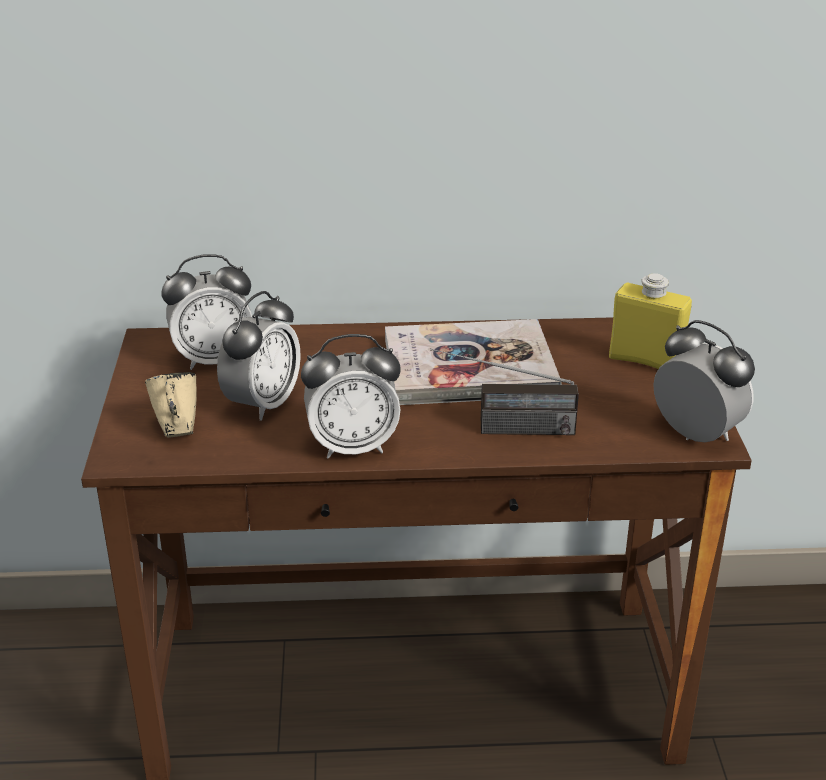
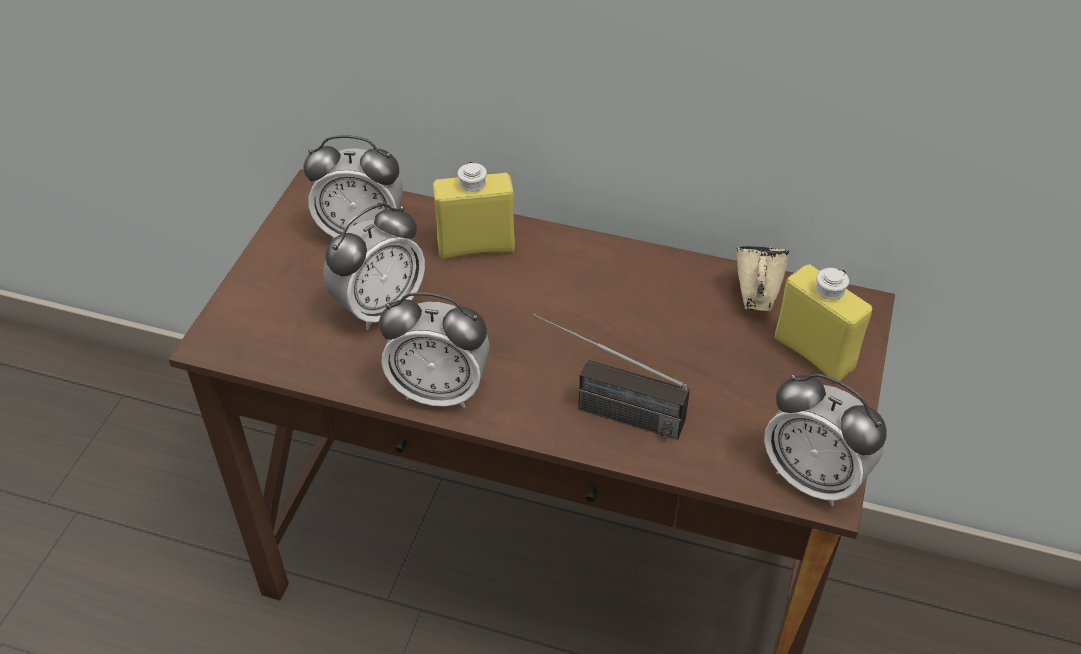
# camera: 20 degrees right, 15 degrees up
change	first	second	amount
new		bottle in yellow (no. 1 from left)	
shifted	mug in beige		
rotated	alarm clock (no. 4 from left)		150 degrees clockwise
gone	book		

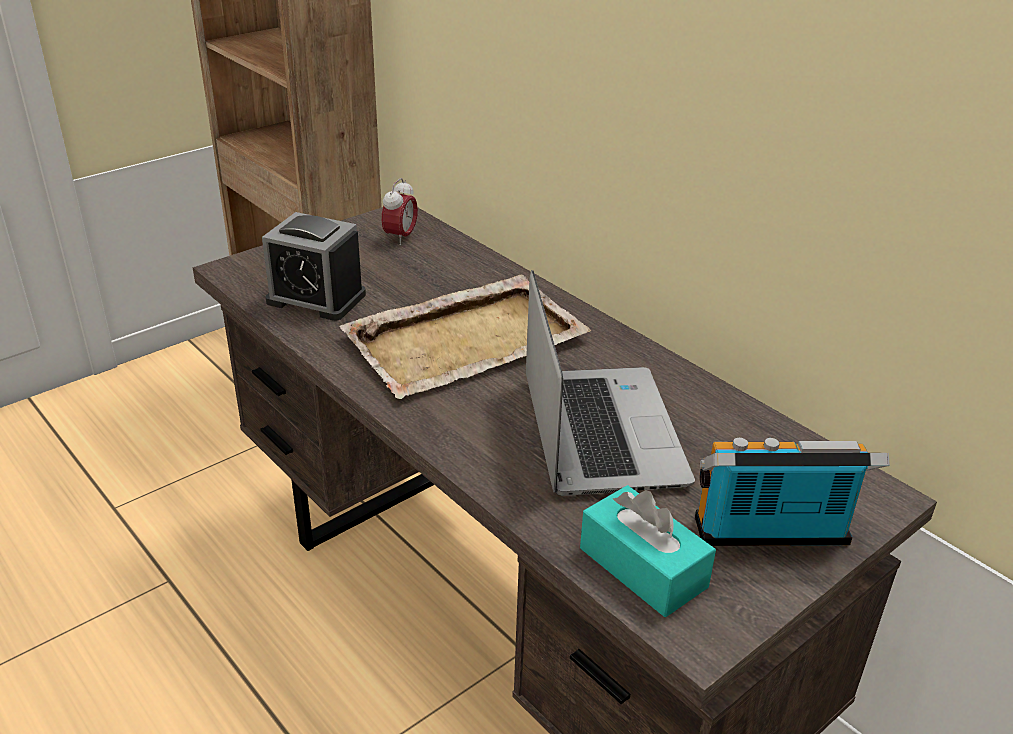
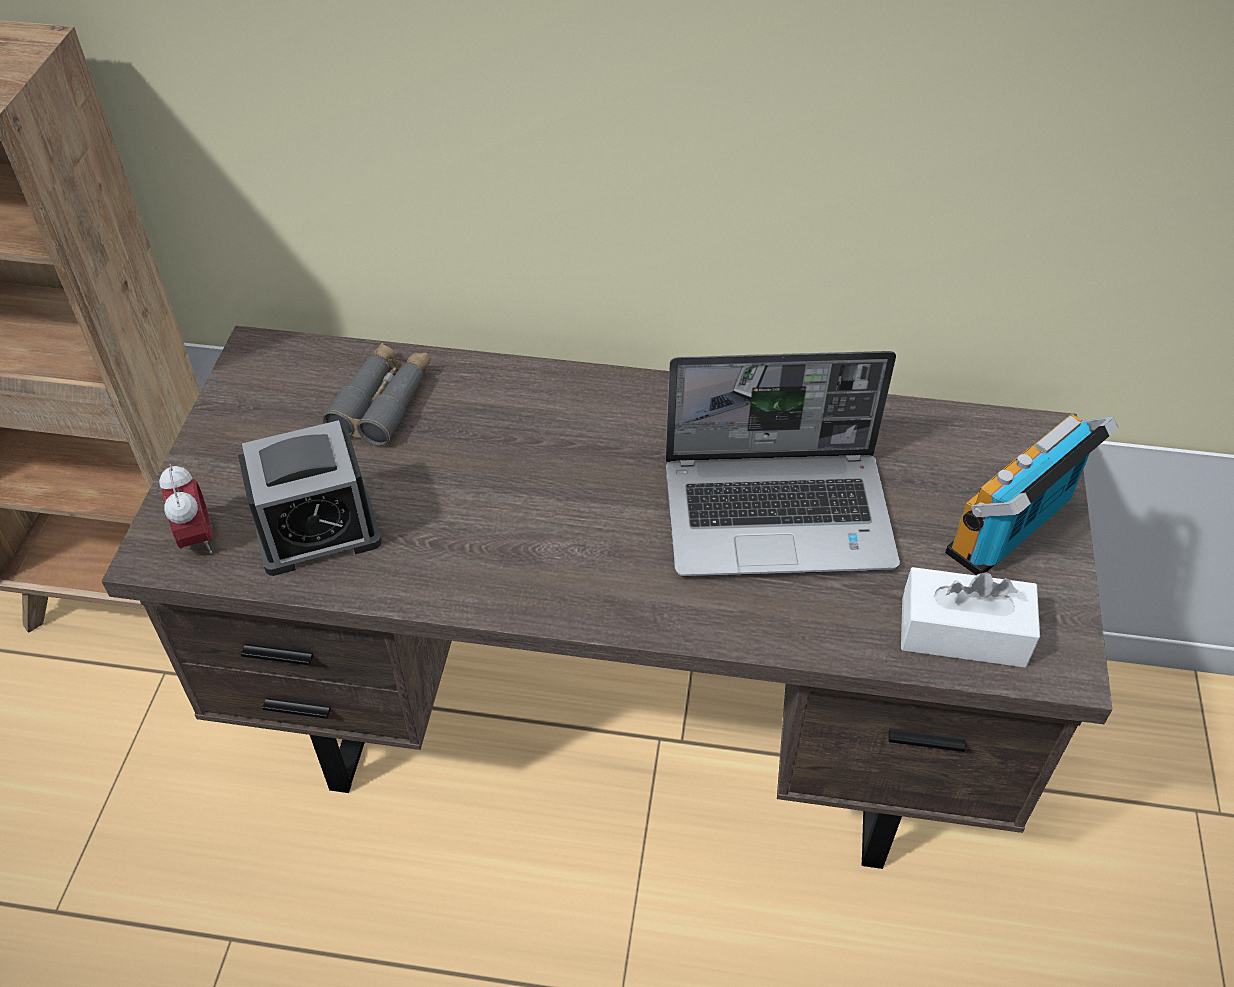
# camera: 40 degrees left, 15 degrees up
change	first	second	amount
shifted	alarm clock (no. 2 from left in the first image)	alarm clock (no. 1 from left)	
new		binoculars in grey	
rotated	laptop		135 degrees clockwise
repainted	tissue box in turquoise	tissue box in white	
gone	tray in beige		

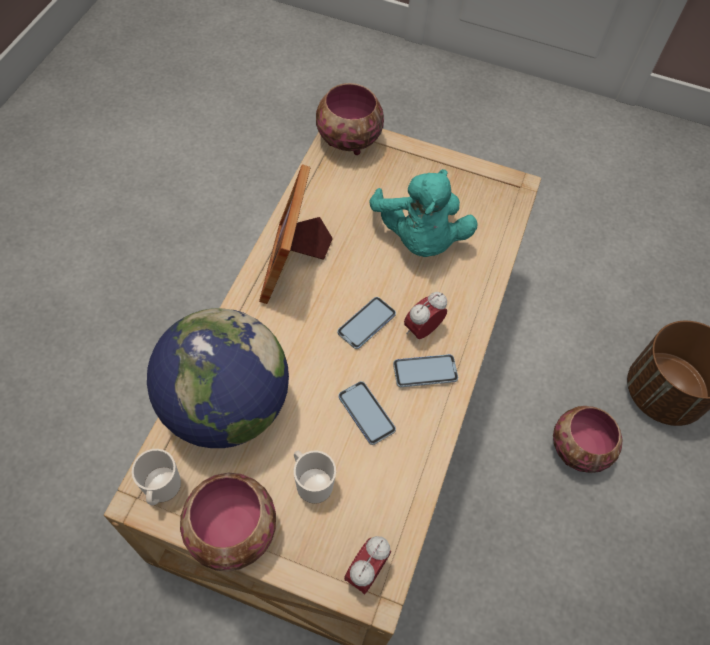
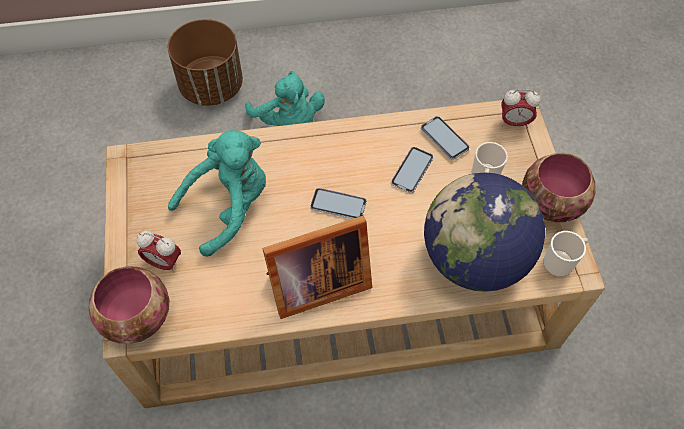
# camera: 115 degrees left, 0 degrees up
change	first	second	amount
shifted	alarm clock (no. 2 from left in the first image)	alarm clock (no. 1 from left)	
swapped	bowl (no. 3 from left)	plush toy in turquoise (no. 2 from left)	
shifted	phone (no. 3 from left)		

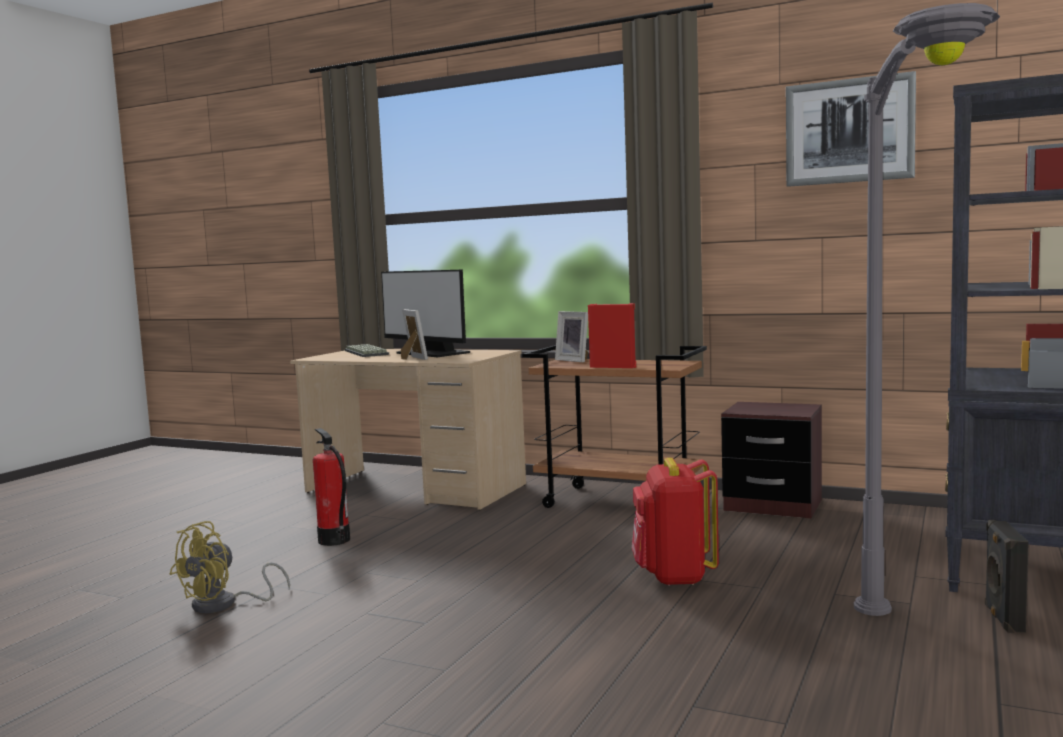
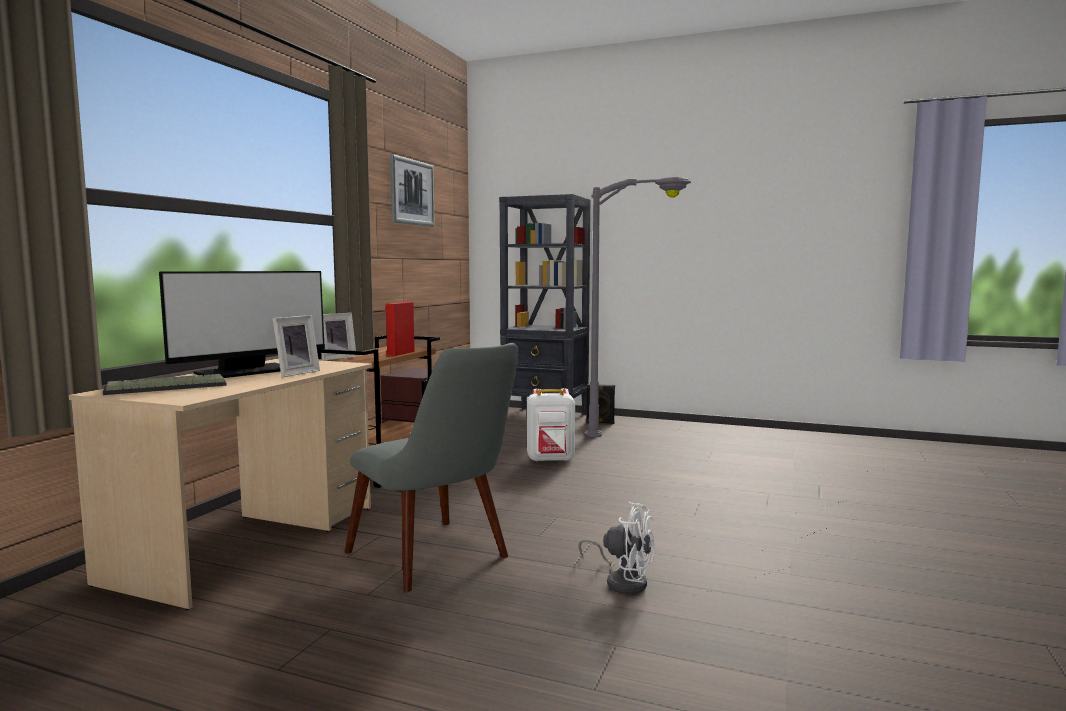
# camera: 95 degrees left, 0 degrees up
change	first	second	amount
rotated	picture frame (no. 1 from left)		150 degrees clockwise
swapped	fire extinguisher	chair in grey	
repainted	backpack in red	backpack in white	
repainted	fan in yellow	fan in white	

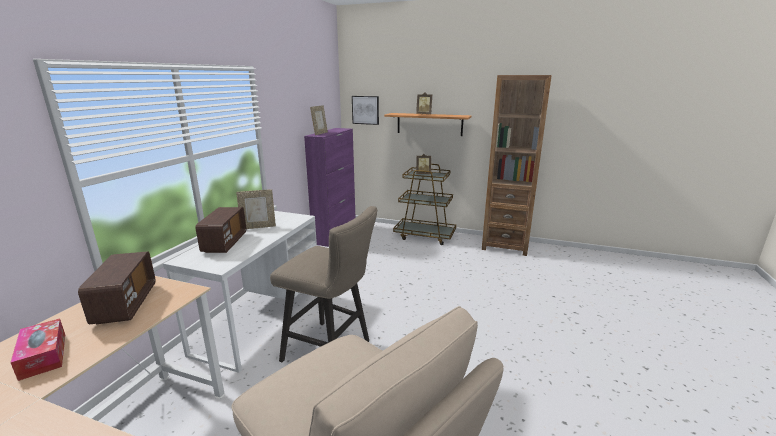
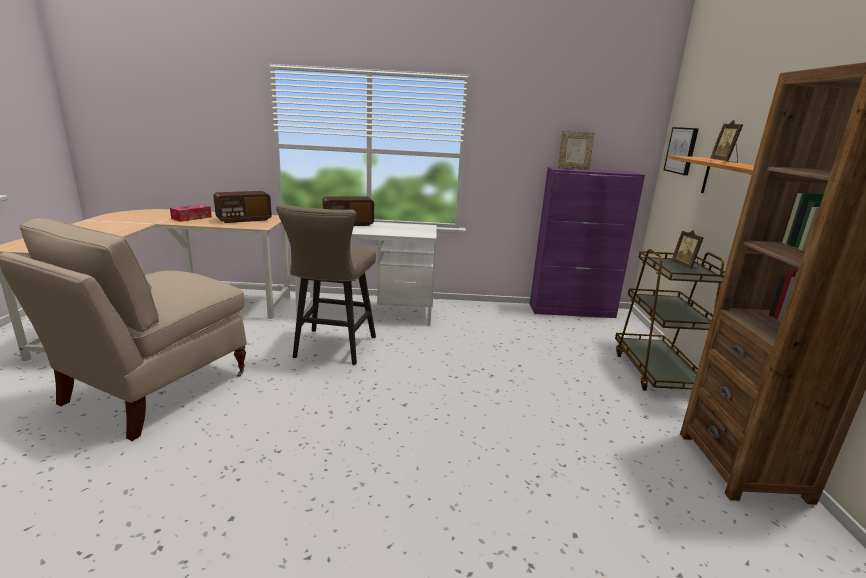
# camera: 70 degrees right, 0 degrees up
change	first	second	amount
gone	picture frame (no. 1 from left)		

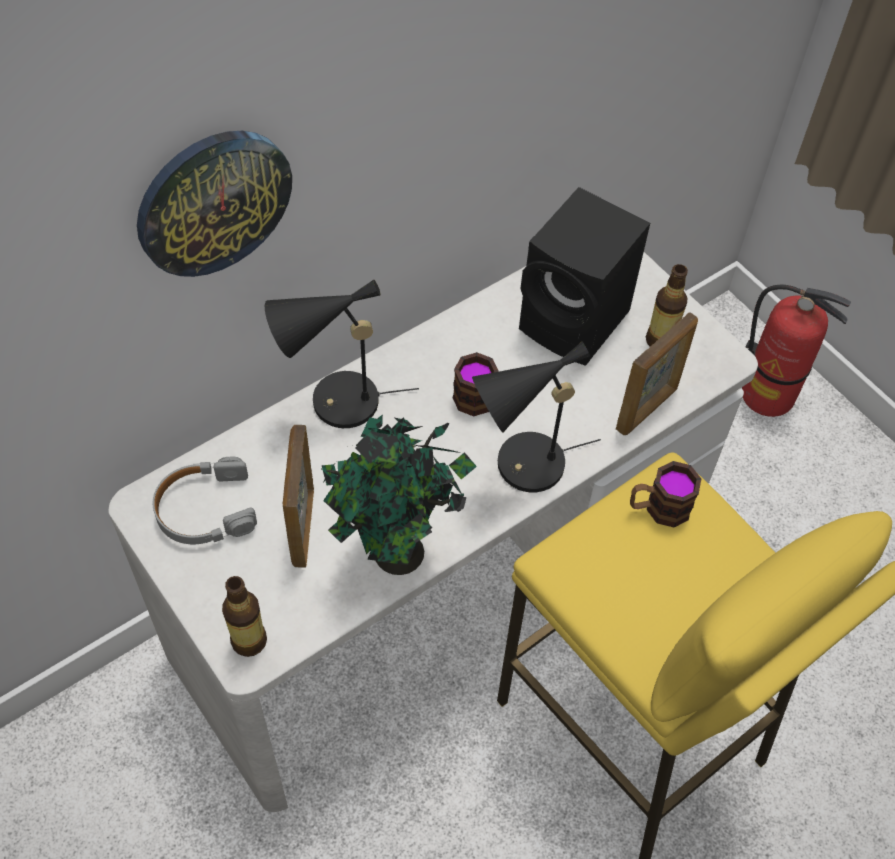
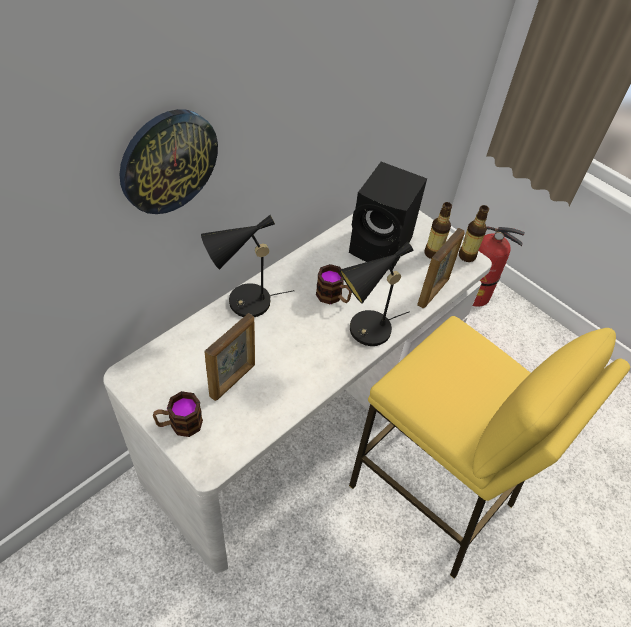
# camera: 10 degrees left, 5 degrees down
change	first	second	amount
shifted	mug (no. 2 from left in the first image)	mug (no. 1 from left)	
rotated	picture frame (no. 1 from left)		135 degrees counterclockwise
shifted	bottle (no. 1 from left in the first image)	bottle (no. 2 from left)	
gone	headphones in grey		
gone	potted plant		

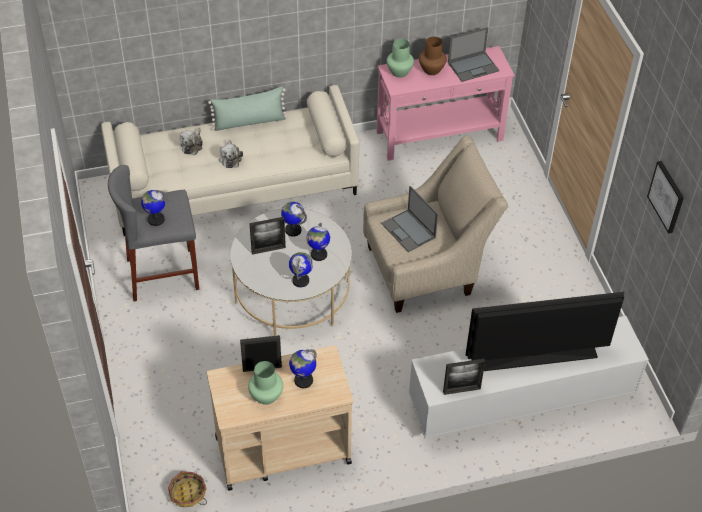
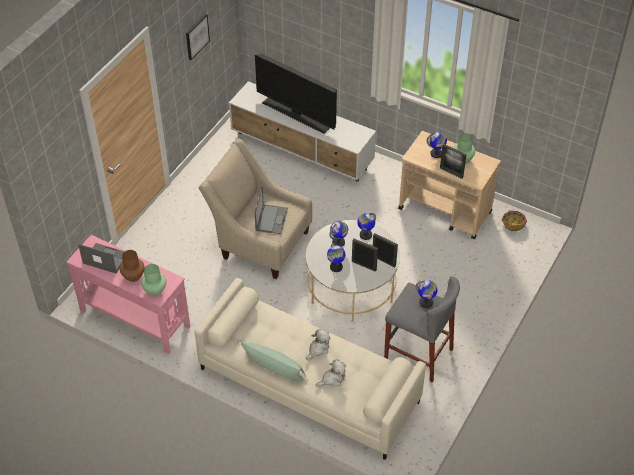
# camera: 135 degrees left, 0 degrees up
change	first	second	amount
shifted	picture frame (no. 3 from left in the first image)	picture frame (no. 2 from left)	

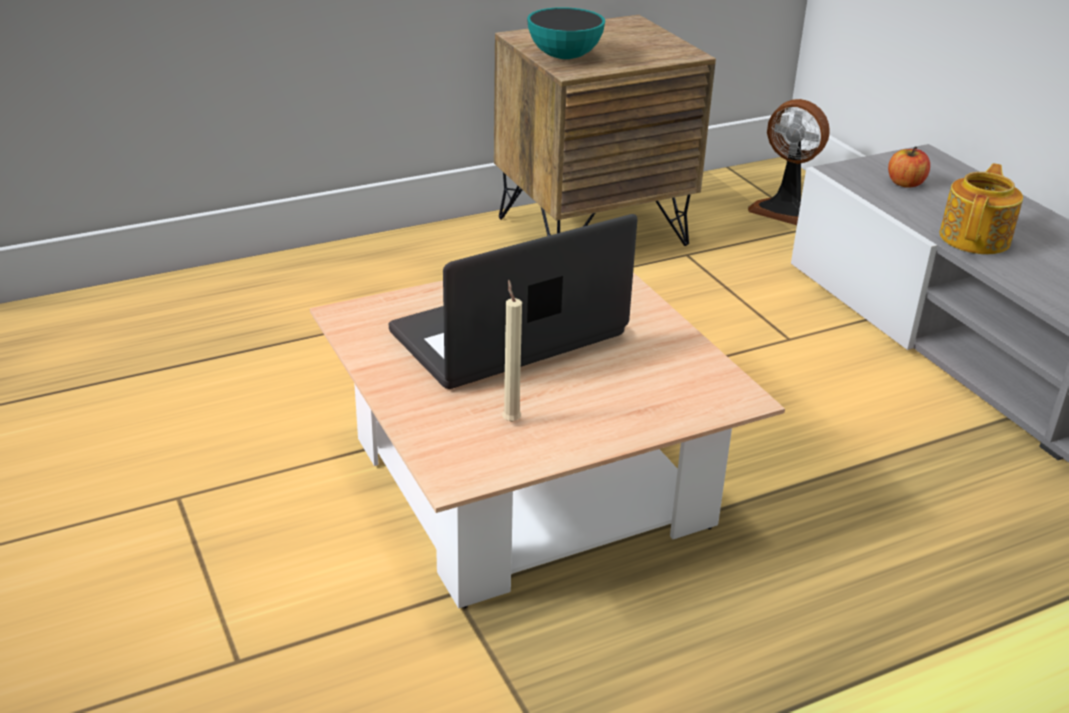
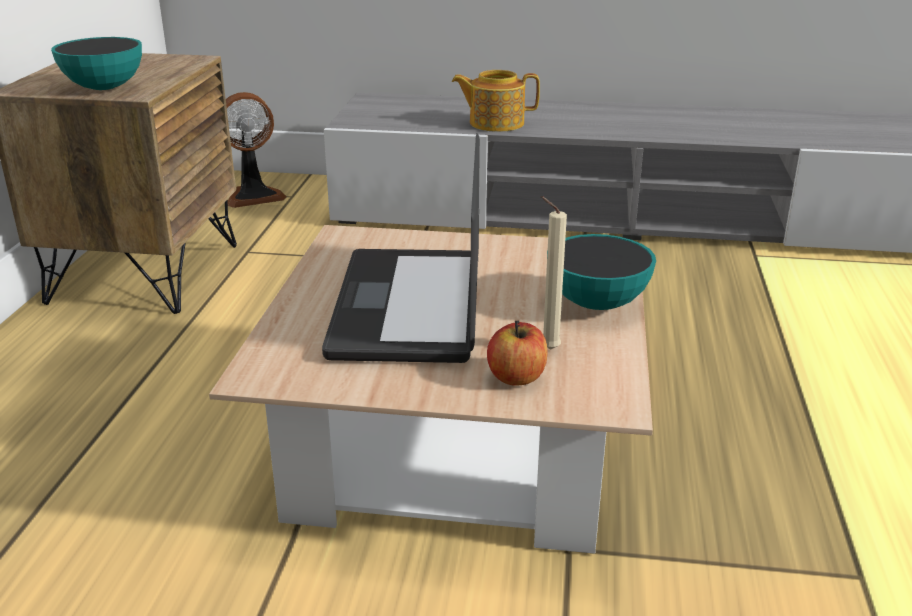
# camera: 55 degrees left, 5 degrees down
change	first	second	amount
rotated	teapot		60 degrees counterclockwise
shifted	apple		
new		bowl (no. 2 from left)	

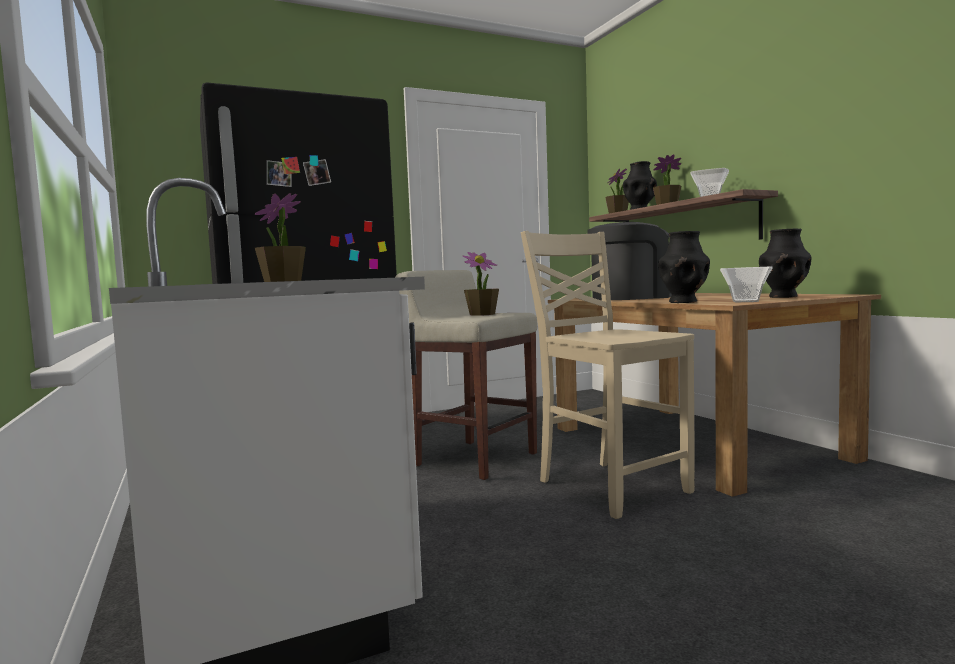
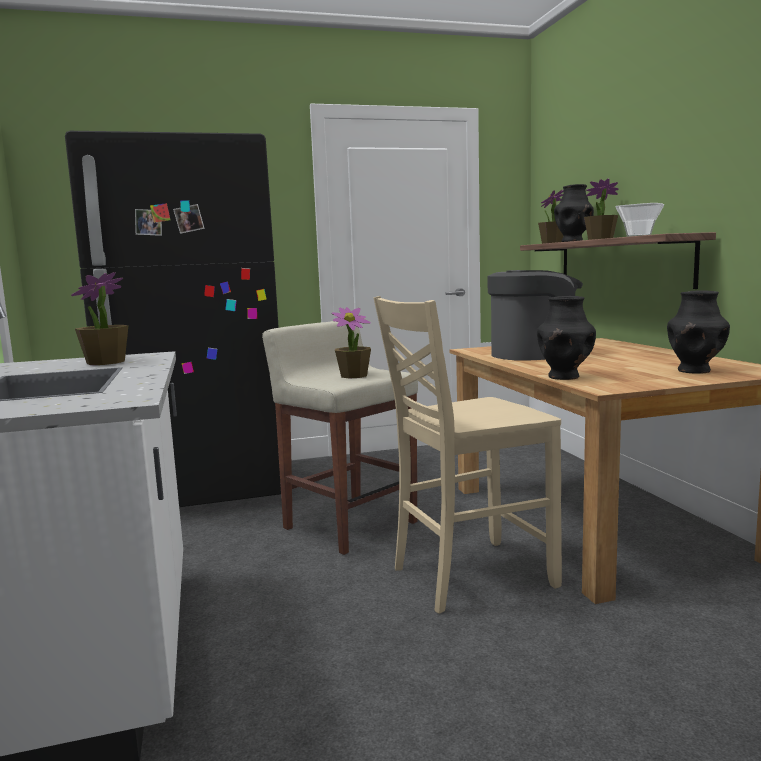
# camera: 10 degrees right, 5 degrees up
change	first	second	amount
rotated	chair in beige		90 degrees counterclockwise
gone	bowl (no. 2 from left)		

